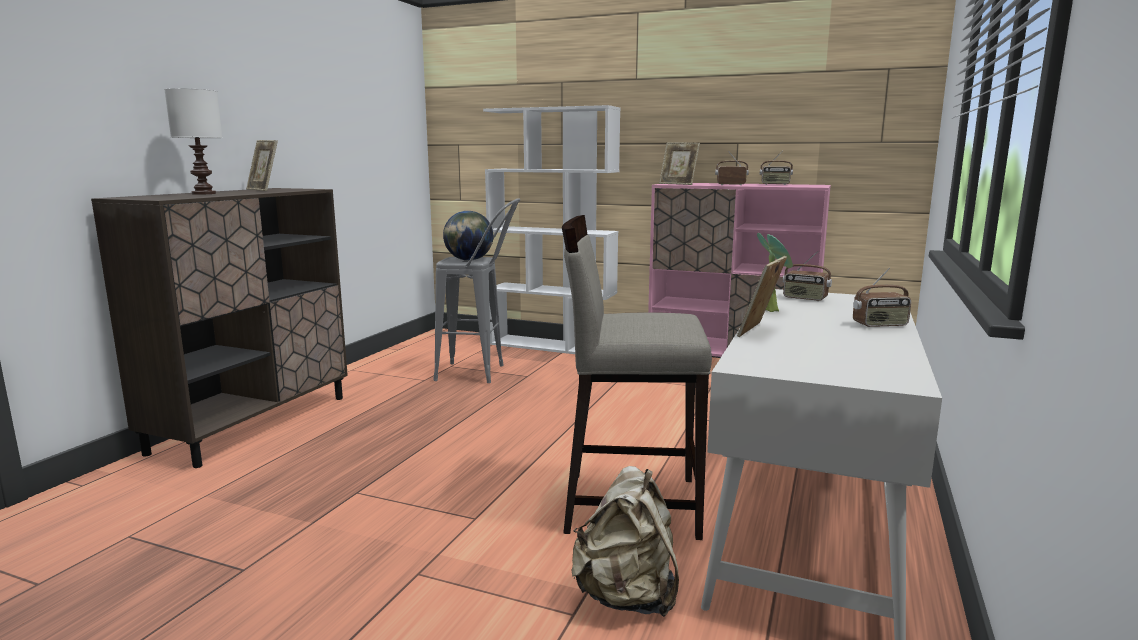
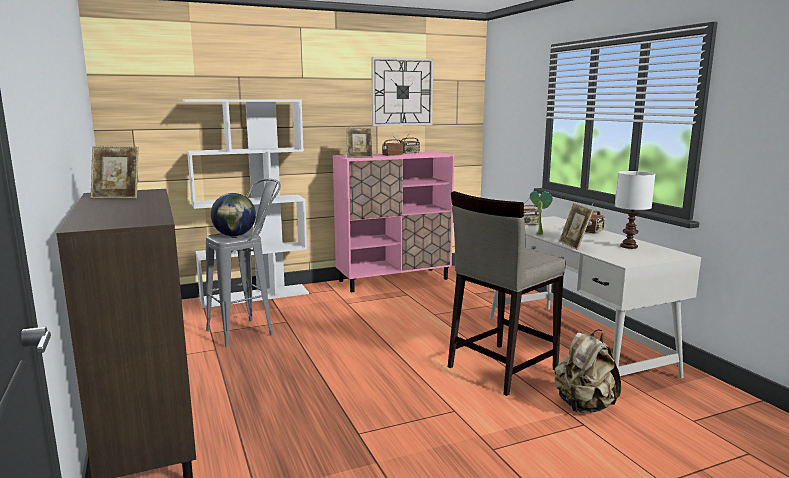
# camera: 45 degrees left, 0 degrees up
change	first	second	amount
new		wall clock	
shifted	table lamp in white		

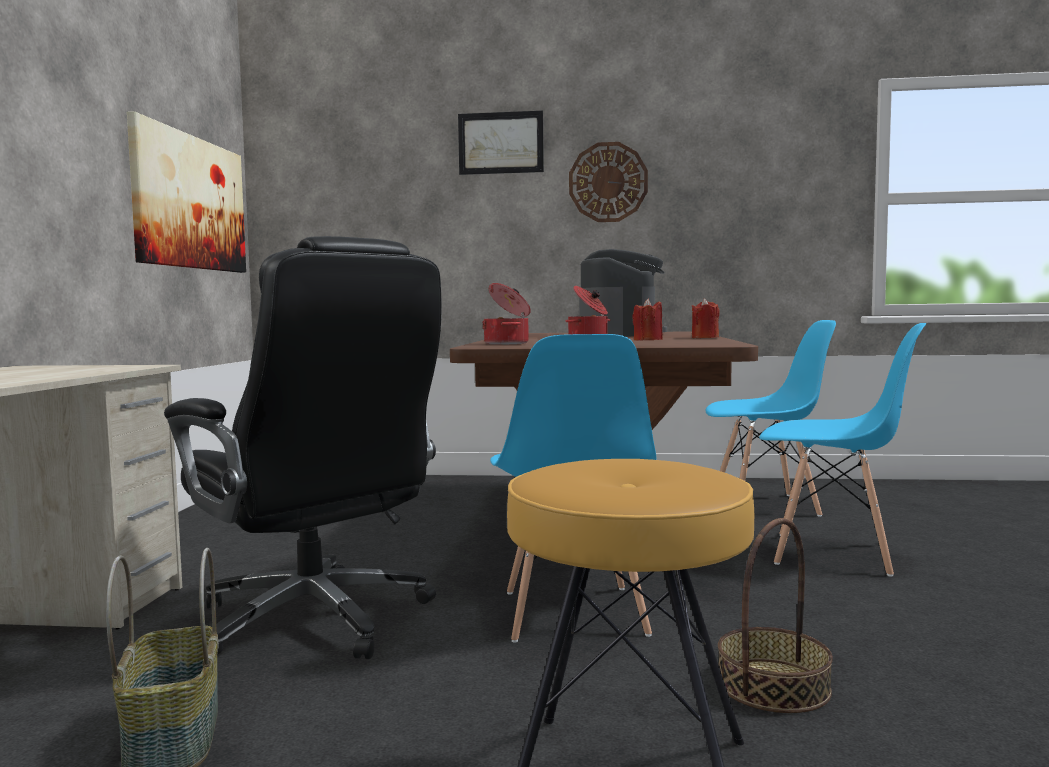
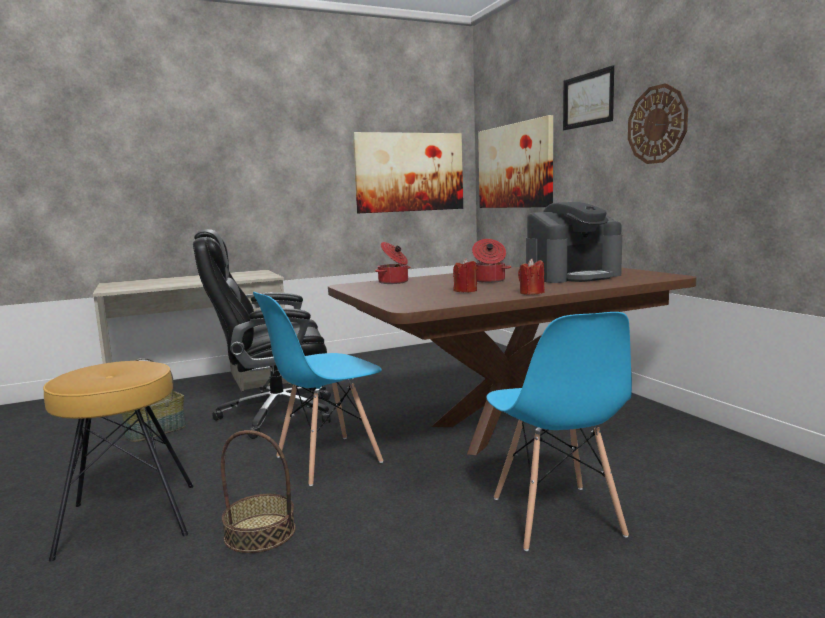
# camera: 60 degrees right, 5 degrees up
change	first	second	amount
rotated	office chair in black		60 degrees clockwise
new		picture (no. 2 from left)	
gone	chair in blue (no. 2 from left)		

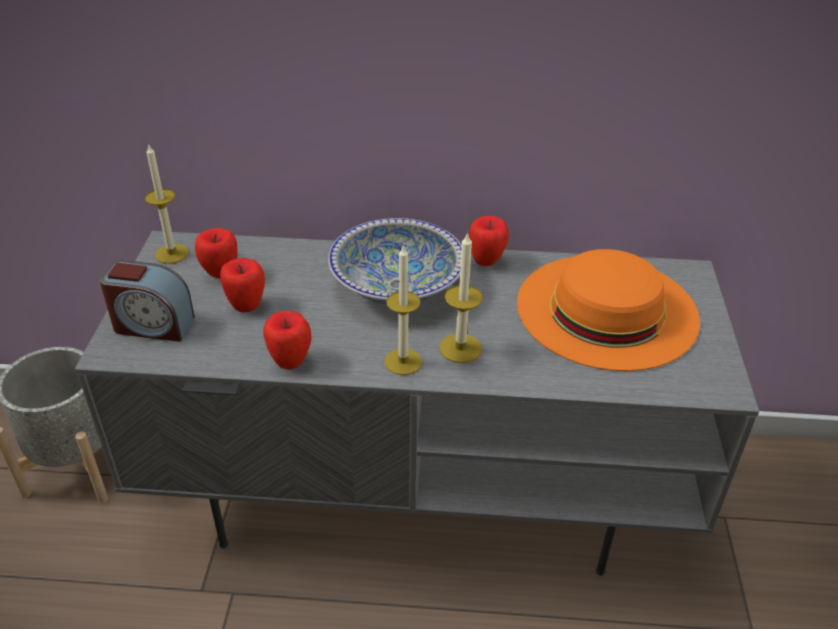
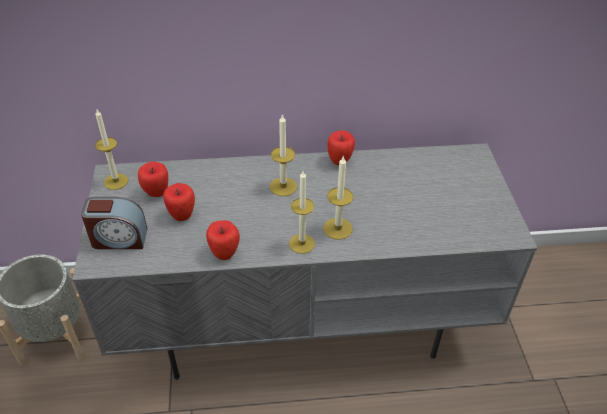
# camera: 10 degrees left, 5 degrees up
change	first	second	amount
swapped	bowl	candle (no. 2 from left)	
gone	hat in orange		

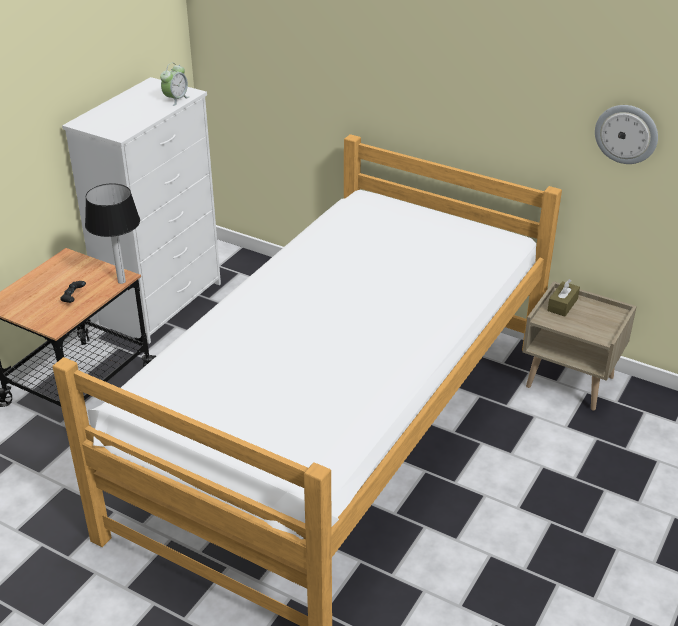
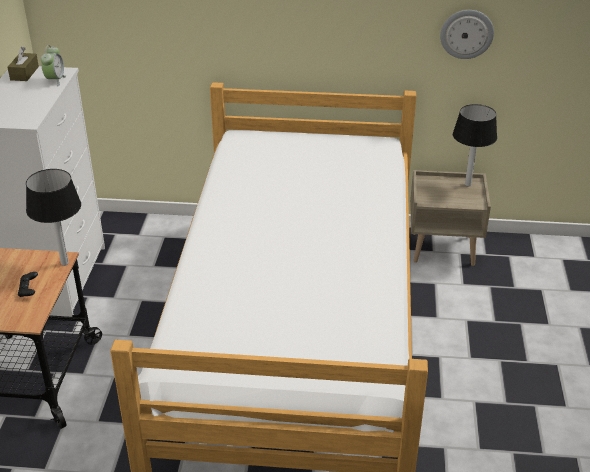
# camera: 25 degrees left, 0 degrees up
change	first	second	amount
shifted	tissue box in brown		
new		table lamp (no. 2 from left)	

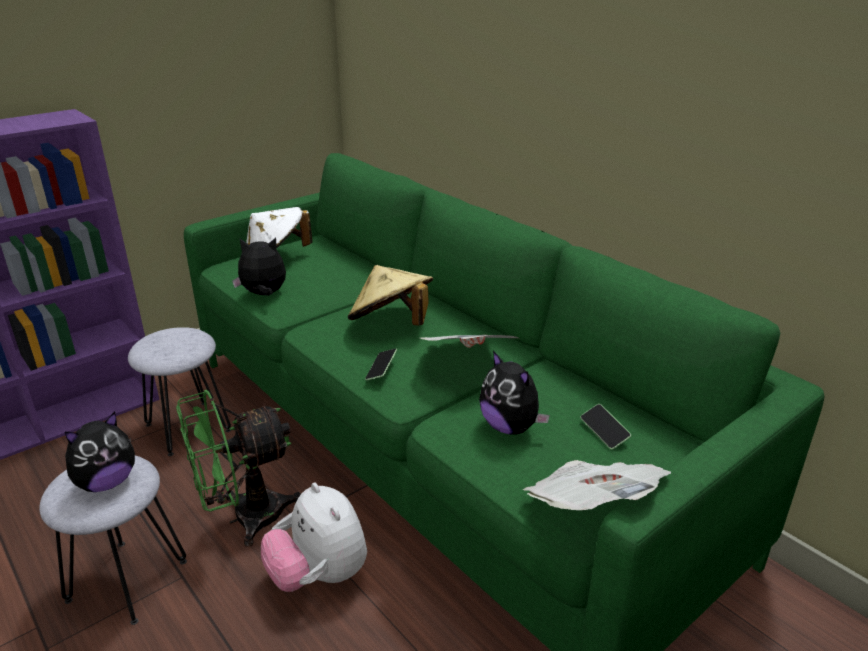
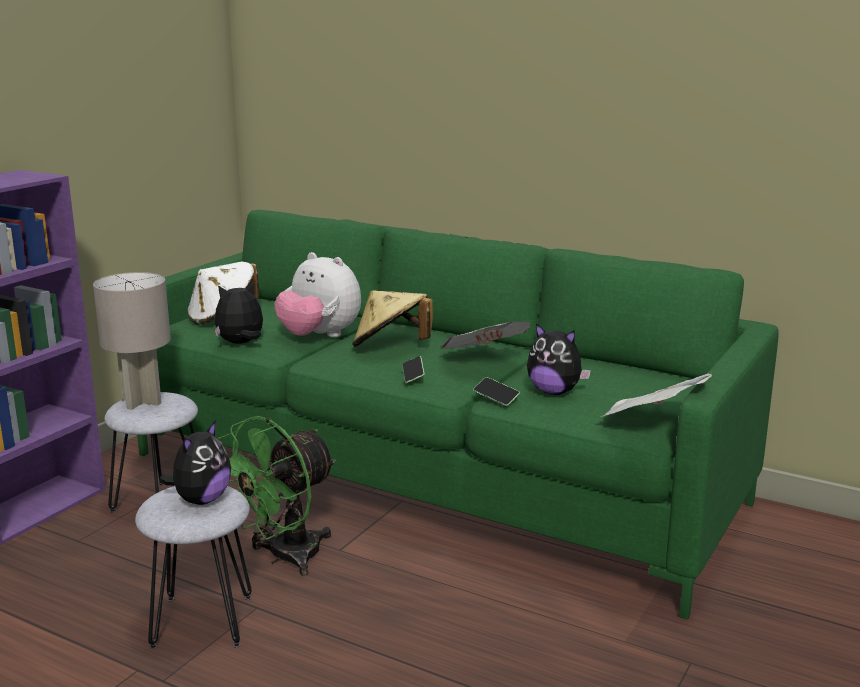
# camera: 20 degrees left, 10 degrees down
change	first	second	amount
new		table lamp in grey	
shifted	plush toy (no. 3 from left)		
shifted	phone (no. 2 from left)		

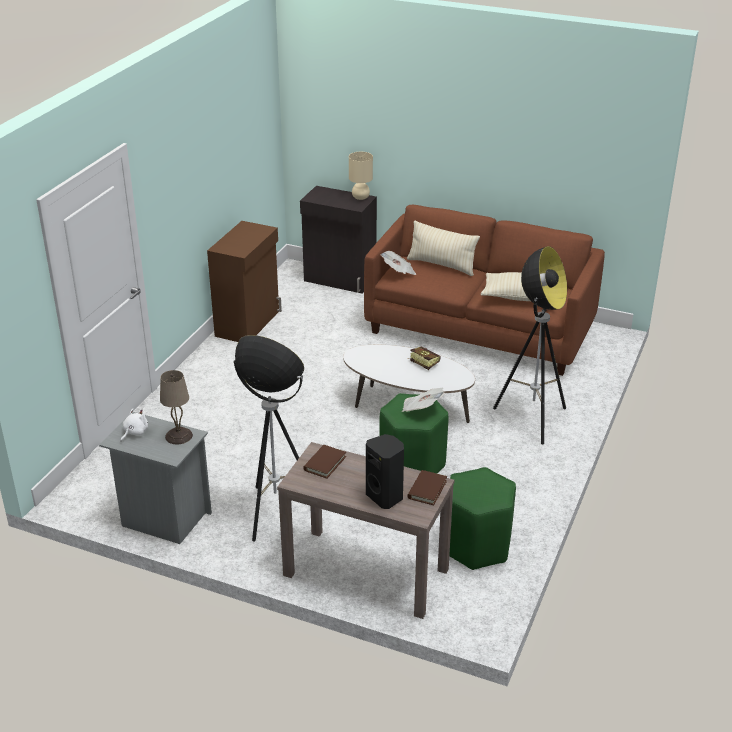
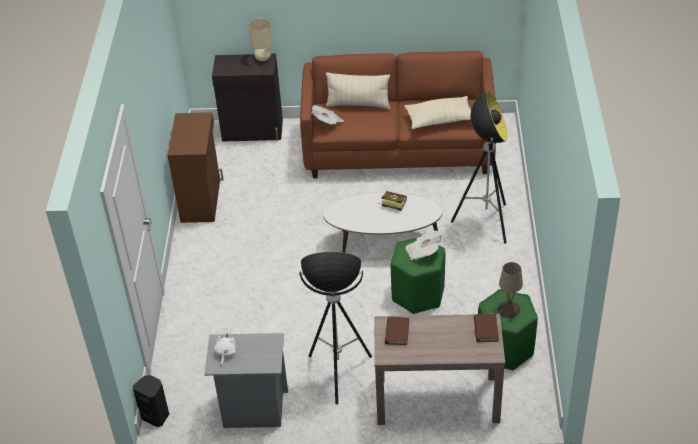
# camera: 20 degrees left, 10 degrees up
change	first	second	amount
shifted	speaker in black		
shifted	table lamp in beige (no. 1 from left in the first image)	table lamp in beige (no. 2 from left)	

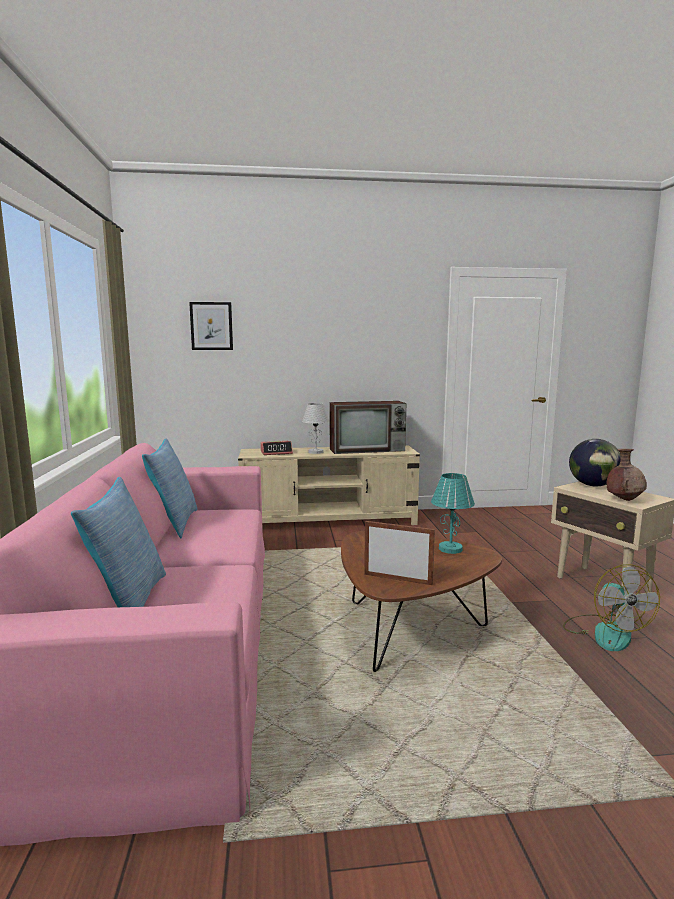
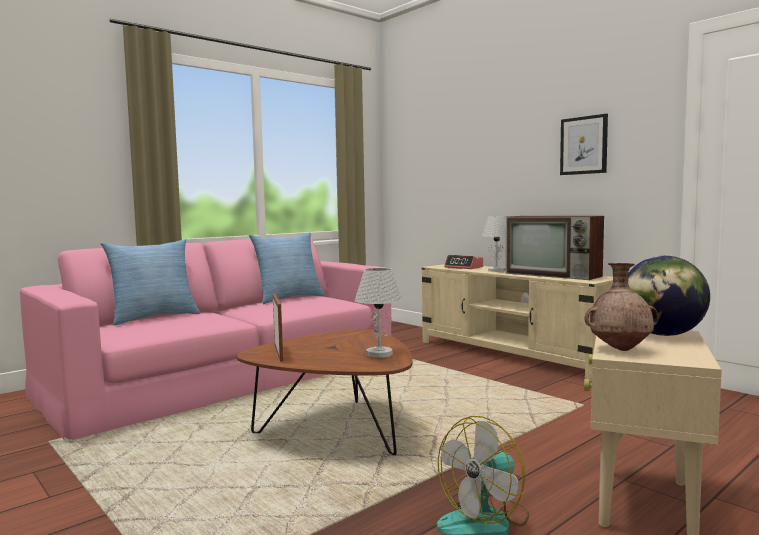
# camera: 55 degrees right, 5 degrees down
change	first	second	amount
repainted	table lamp in turquoise	table lamp in white (no. 1 from left)	
shifted	picture		

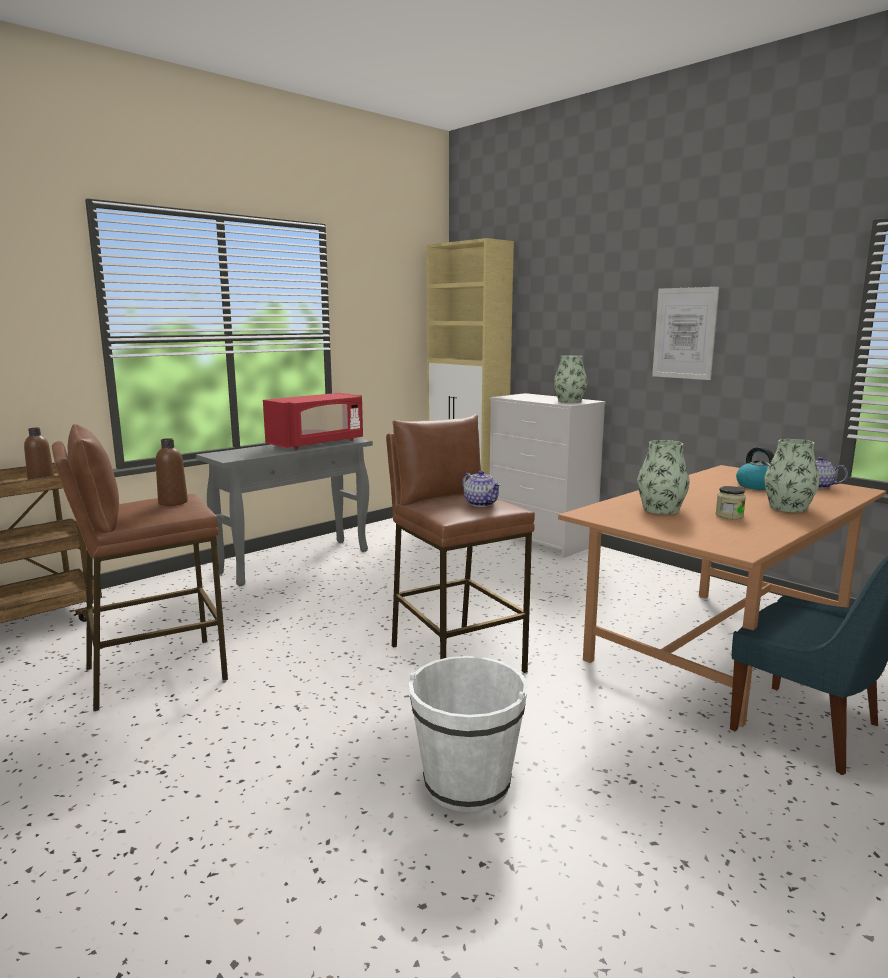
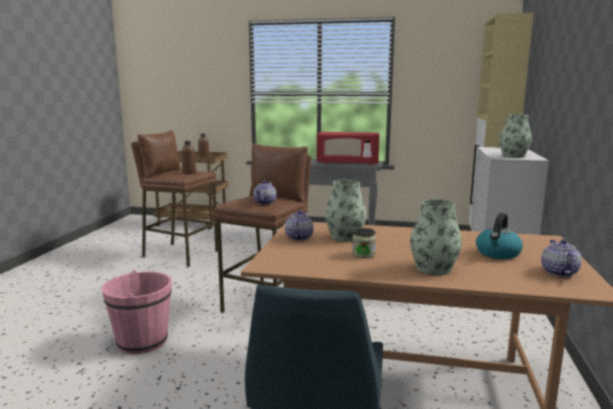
# camera: 55 degrees right, 0 degrees up
change	first	second	amount
repainted	bucket in white	bucket in pink	
new		teapot (no. 2 from left)	
gone	picture		

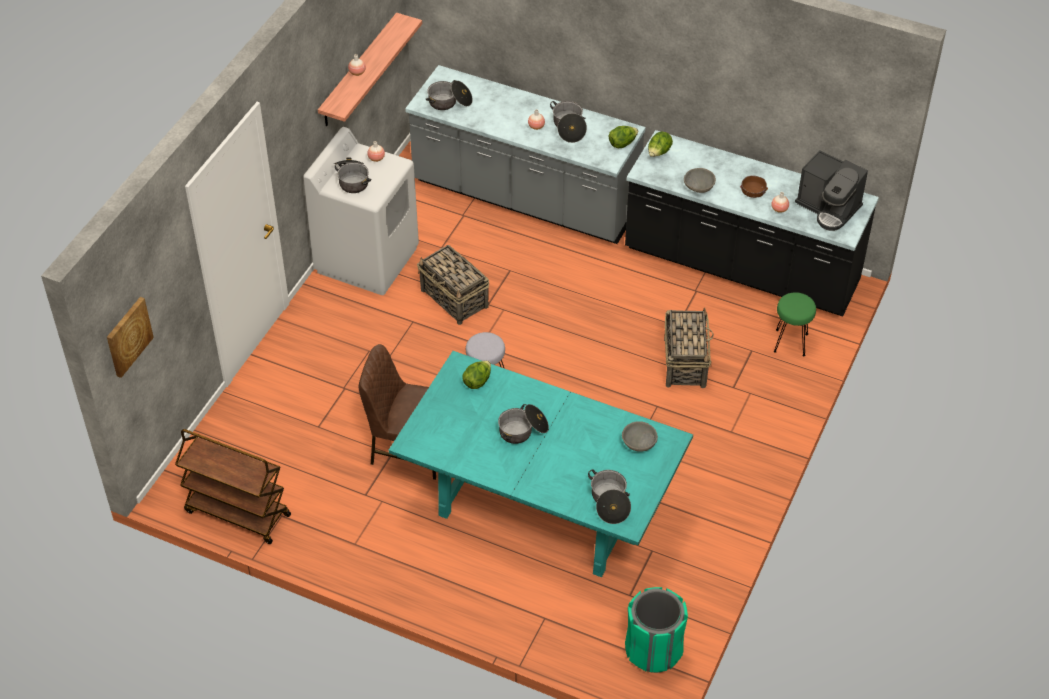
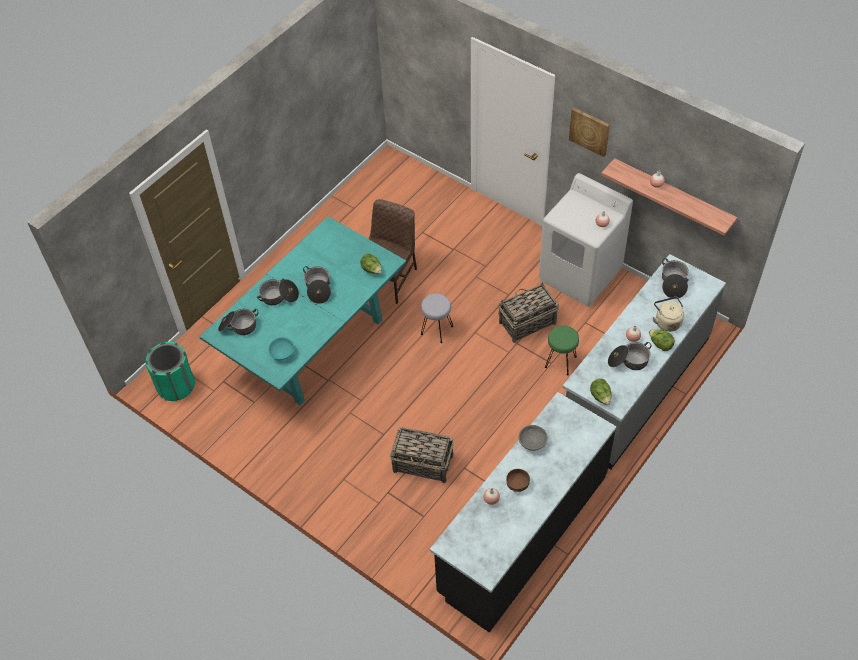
# camera: 105 degrees right, 5 degrees up
change	first	second	amount
shifted	cooking pot (no. 1 from left in the first image)	cooking pot (no. 2 from left)	
repainted	bowl in grey (no. 1 from left)	bowl in turquoise	
shifted	stool in green		
shifted	picture		
shifted	lettuce (no. 3 from left)		
new		kettle in beige	
gone	cart in brown		
gone	coffee machine		

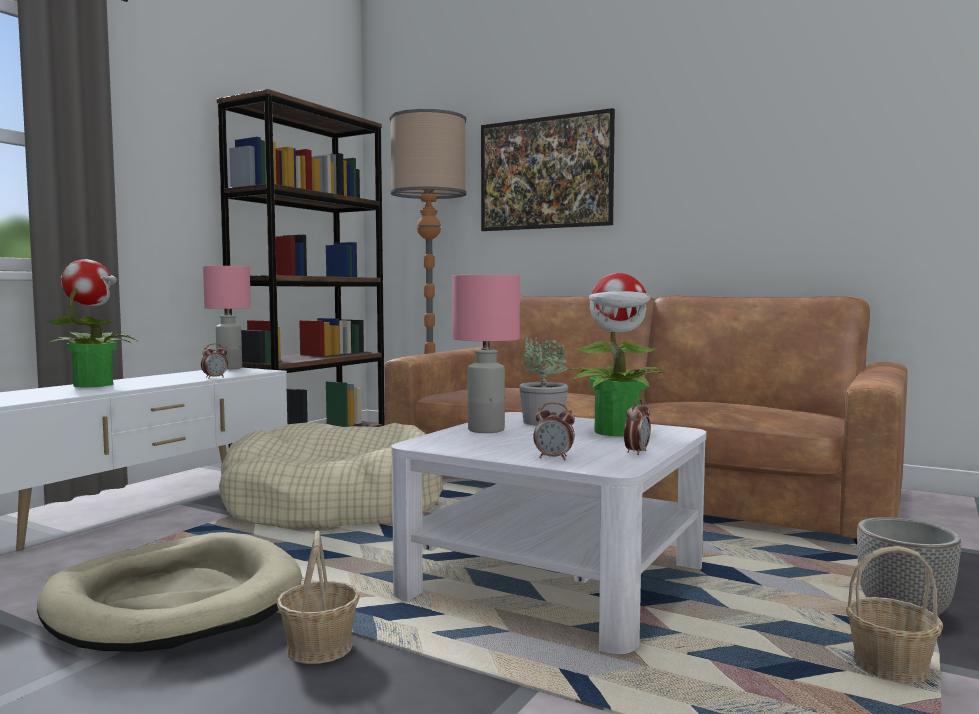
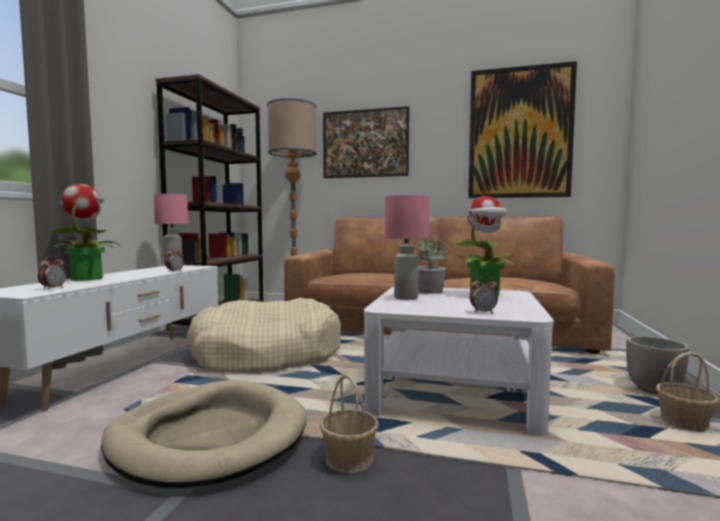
# camera: 15 degrees left, 0 degrees up
change	first	second	amount
shifted	alarm clock (no. 3 from left in the first image)	alarm clock (no. 1 from left)	
new		picture (no. 2 from left)	

